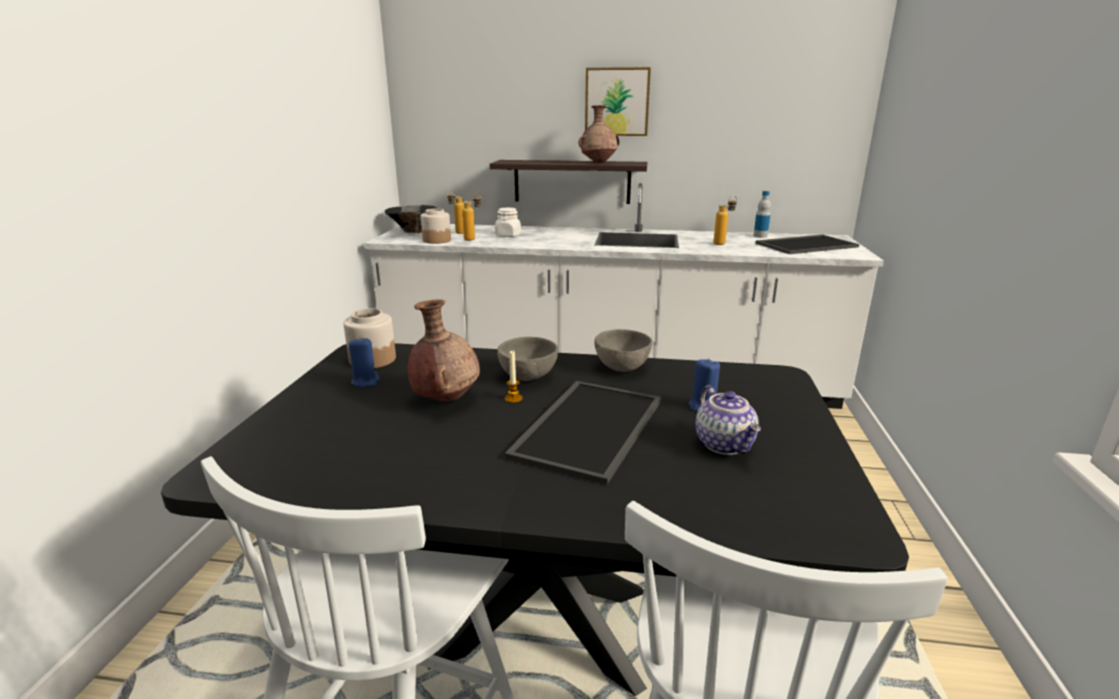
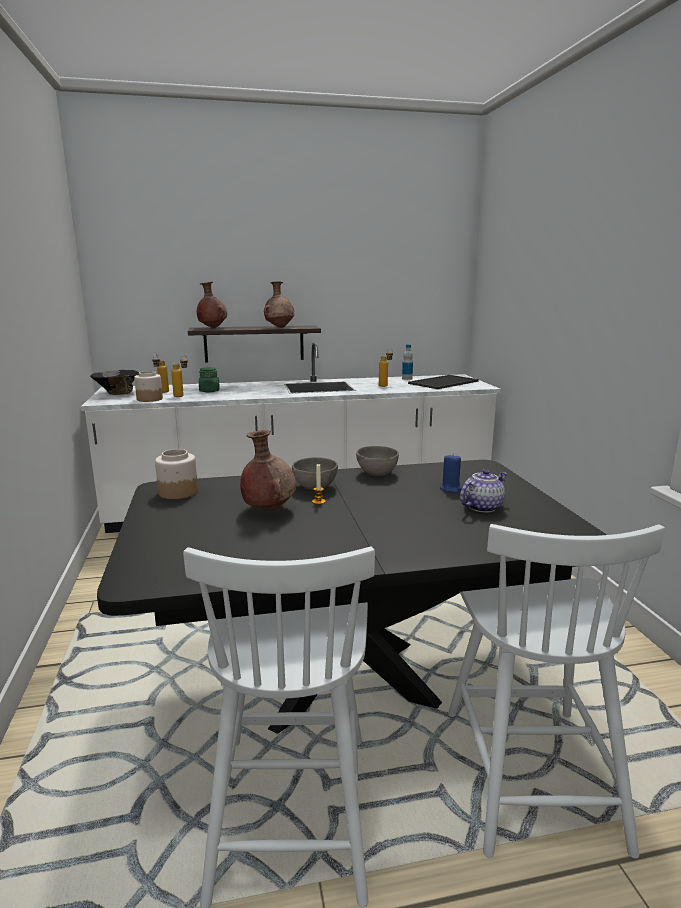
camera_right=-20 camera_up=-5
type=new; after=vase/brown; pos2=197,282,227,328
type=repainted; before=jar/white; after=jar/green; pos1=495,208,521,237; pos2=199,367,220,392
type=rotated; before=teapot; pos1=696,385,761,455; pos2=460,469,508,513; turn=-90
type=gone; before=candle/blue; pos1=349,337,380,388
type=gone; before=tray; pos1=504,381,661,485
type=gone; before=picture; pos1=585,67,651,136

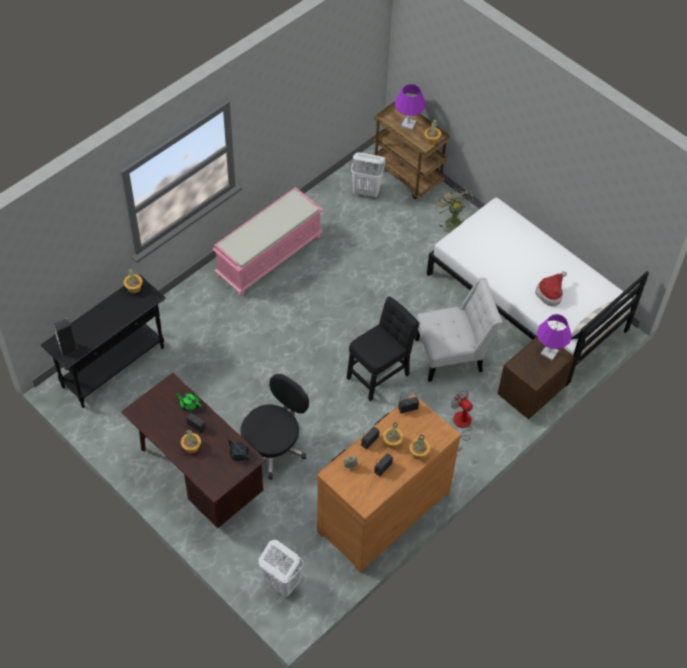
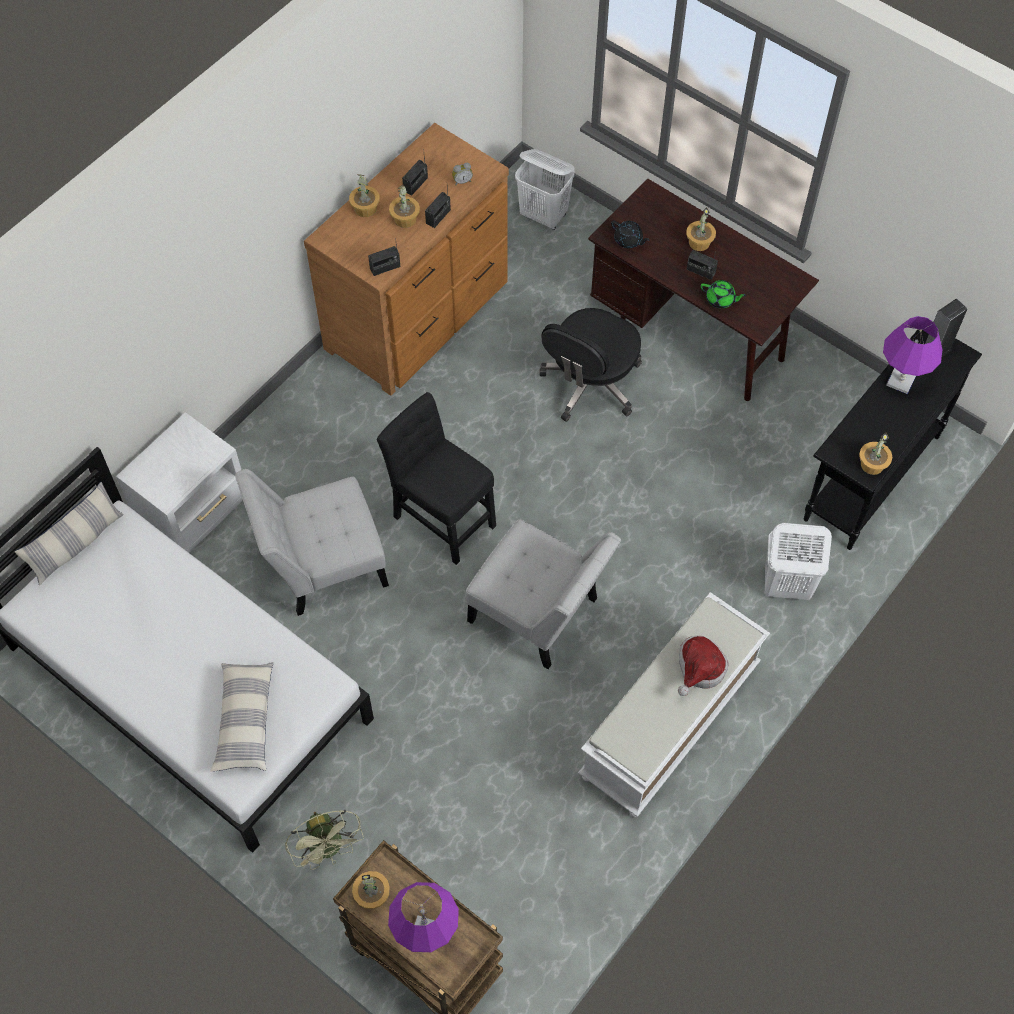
camera_right=175 camera_up=5
type=repainted; before=nightstand/brown; after=nightstand/white; pos1=498,336,574,420; pos2=116,412,243,553
type=new; after=pillow; pos2=211,662,274,772
type=rotated; before=chair/black; pos1=347,296,420,401; pos2=377,392,496,565; turn=90
type=new; after=chair/white; pos2=466,519,621,669
type=repainted; before=bench/pink; after=bench/white; pos1=212,187,323,296; pos2=578,592,770,817
type=shifted; before=hat; pos1=535,271,567,306; pos2=678,635,729,696
type=shifted; before=laundry basket/white; pos1=351,152,386,198; pos2=765,523,832,600
type=shifted; before=table lamp/purple; pos1=537,314,572,360; pos2=883,316,943,394
type=gone; before=fan; pos1=451,390,473,452

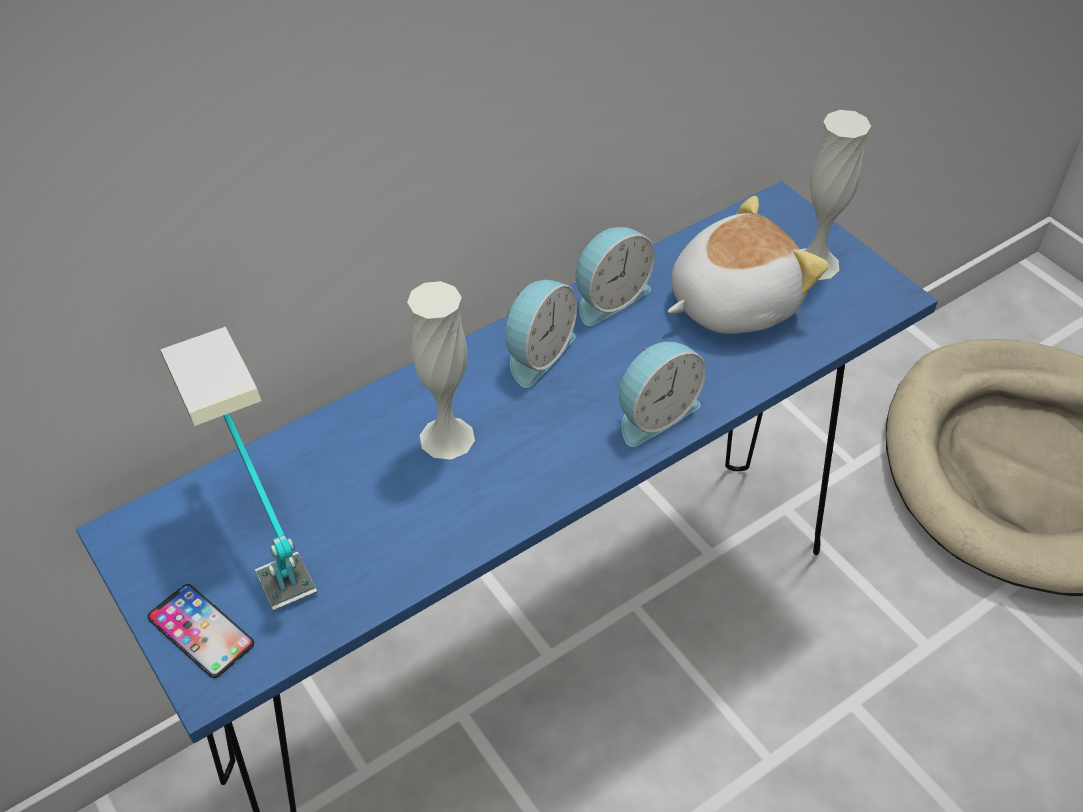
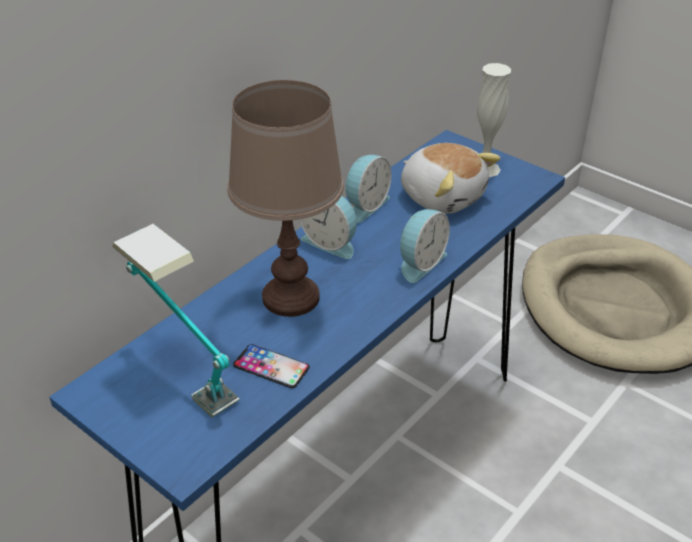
camera_right=-15 camera_up=-10
type=swapped; before=vase/white; after=table lamp/brown; pos1=407,281,475,459; pos2=227,80,344,317
type=shifted; before=phone; pos1=148,584,254,678; pos2=233,344,310,388
type=rotated; before=alarm clock; pos1=505,280,577,388; pos2=300,196,357,259; turn=105
type=rotated; before=plush toy; pos1=668,196,828,334; pos2=401,143,500,214; turn=90

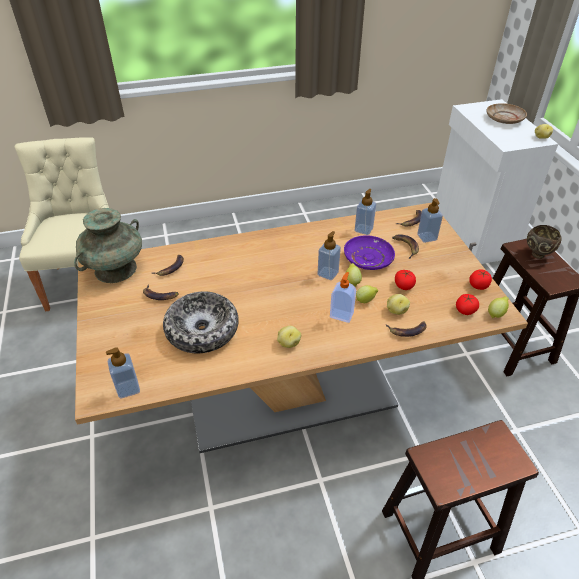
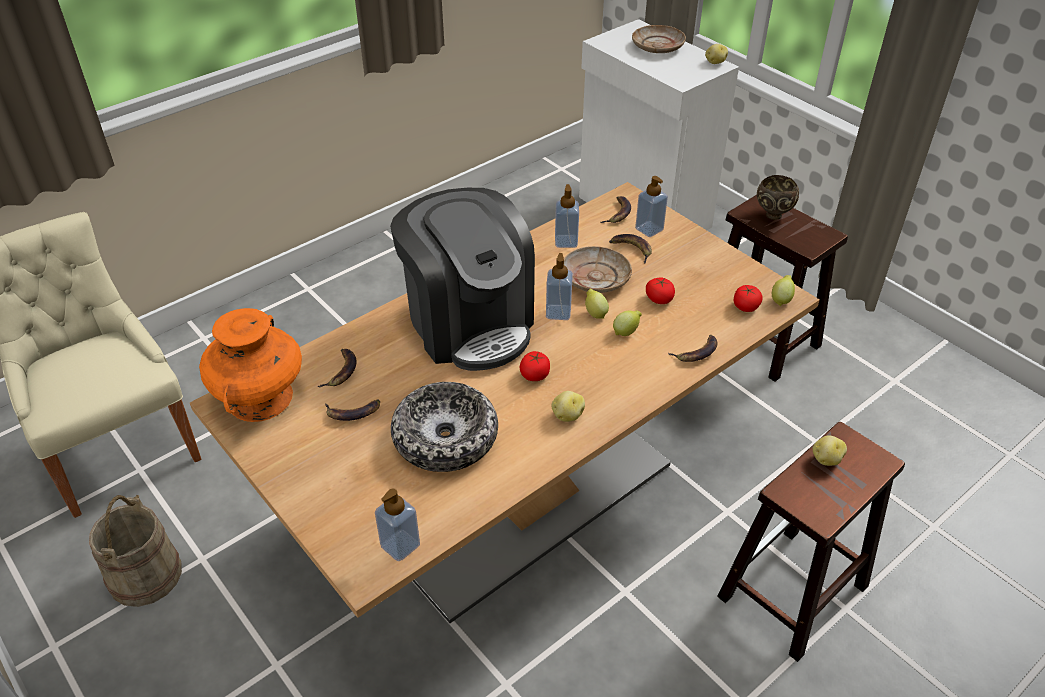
camera_right=-25 camera_up=0
type=new; after=bucket/beige; pos2=89,495,182,607
type=repainted; before=vase/turquoise; after=vase/orange; pos1=74,208,142,283; pos2=199,308,302,422
type=new; after=coffee machine; pos2=390,188,535,371
type=shifted; before=tomato; pos1=469,269,492,290; pos2=520,351,550,381
type=repainted; before=plate/purple; after=plate/beige; pos1=344,235,395,270; pos2=564,246,632,293
type=shifted; before=potato; pos1=387,294,410,315; pos2=813,435,847,466
type=gone; before=soap dispenser; pos1=330,272,356,323

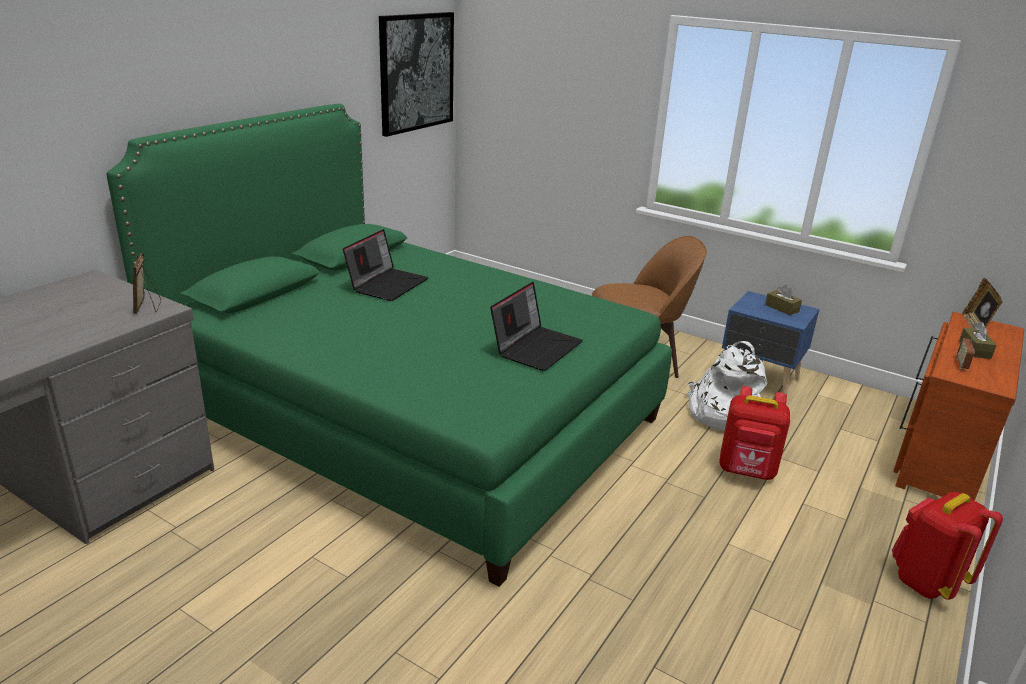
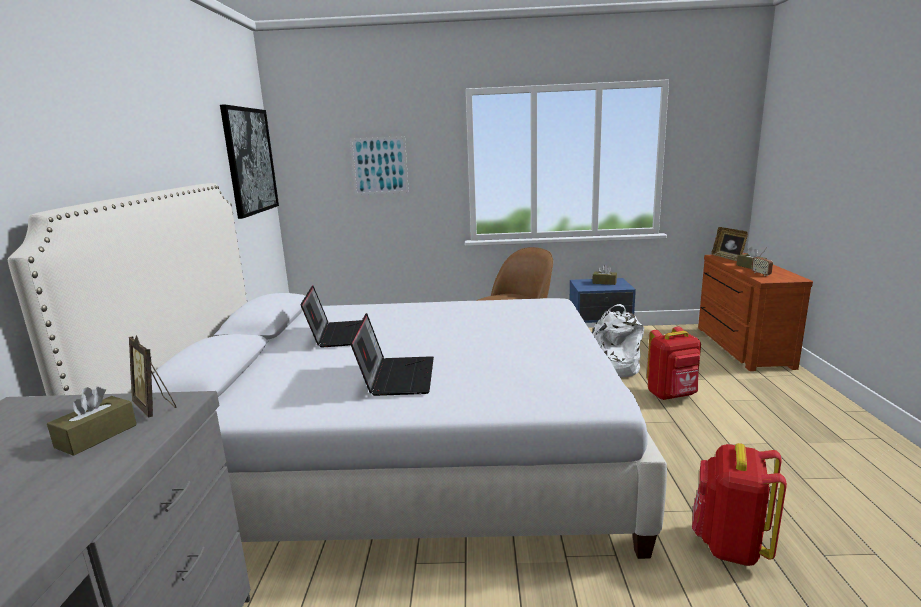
camera_right=-30 camera_up=-10
type=repainted; before=bed/green; after=bed/white; pos1=106,104,672,587; pos2=8,183,667,559
type=new; after=tissue box/brown; pos2=47,387,137,456
type=new; after=picture; pos2=350,136,409,195
type=shifted; before=laptop; pos1=490,282,583,371; pos2=350,313,434,396
type=shifted; before=backpack/red; pos1=892,492,1003,600; pos2=692,443,787,566

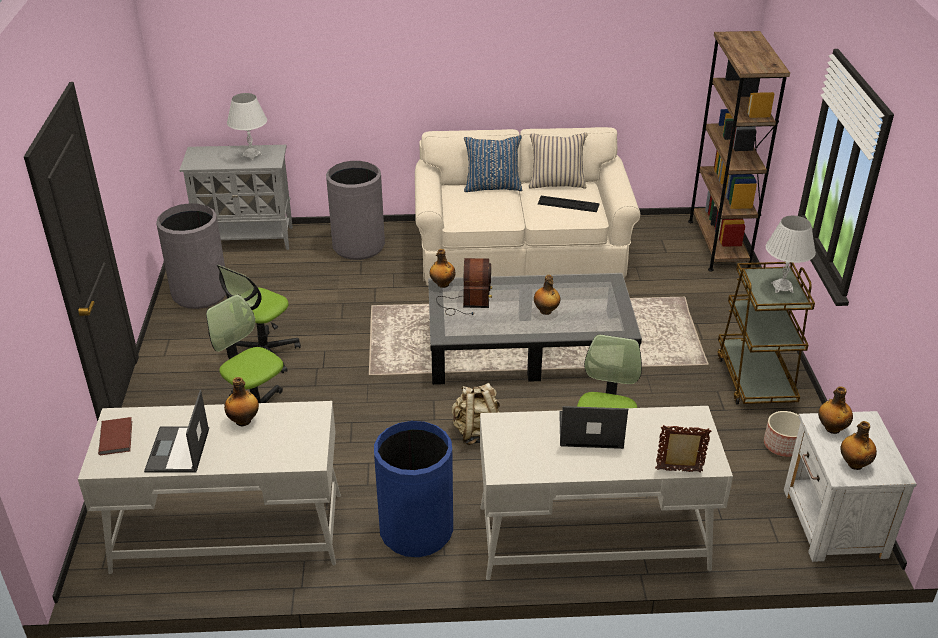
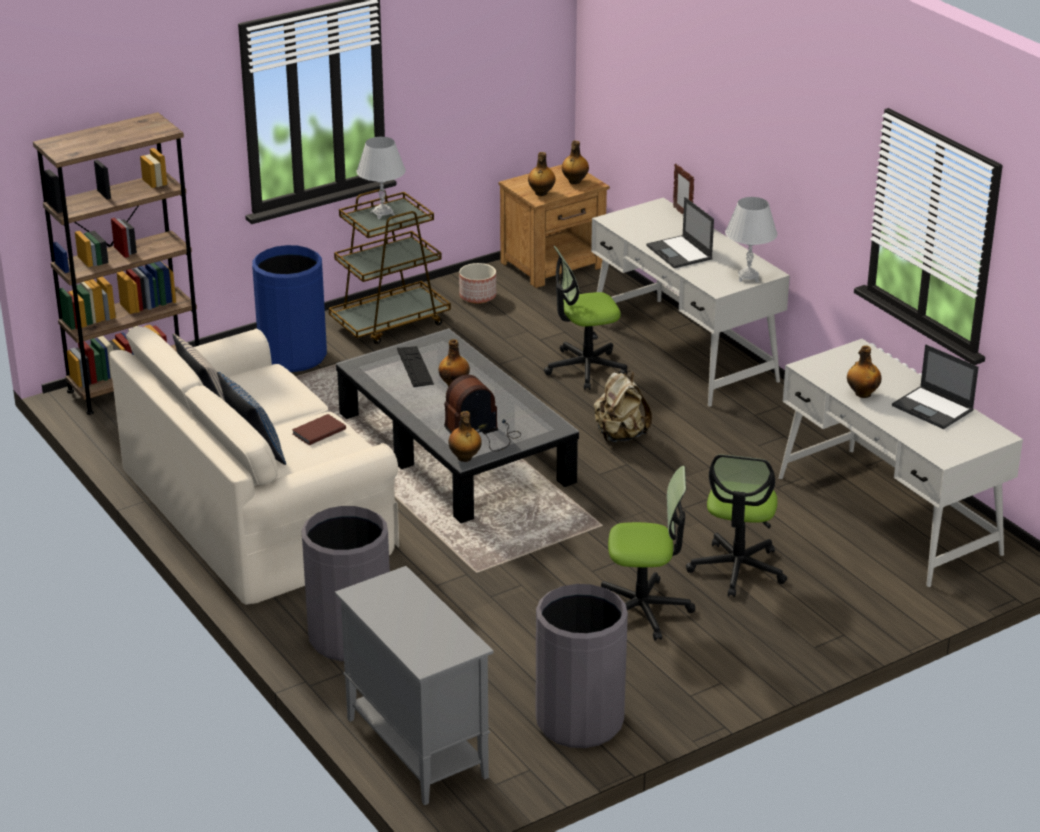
camera_right=-120 camera_up=-5
type=shifted; before=trash can/blue; pos1=374,421,453,557; pos2=252,245,327,372
type=shifted; before=book/brown; pos1=98,417,132,455; pos2=292,414,346,445
type=shifted; before=keyboard; pos1=538,196,600,212; pos2=397,346,434,387
type=repainted; before=nightstand/white; after=nightstand/brown; pos1=784,411,917,562; pos2=498,165,610,288
type=shifted; before=table lamp/white; pos1=227,93,267,161; pos2=725,197,777,282
type=rotated; before=laptop; pos1=144,390,209,473; pos2=892,344,979,429; turn=75

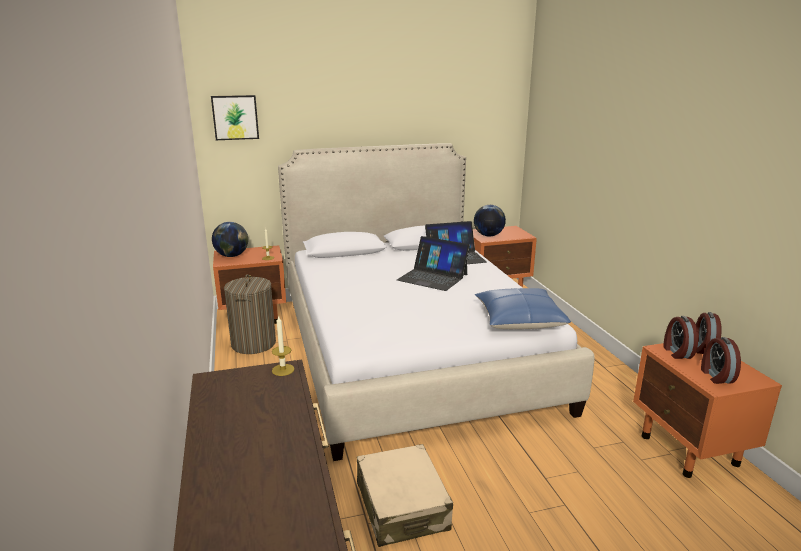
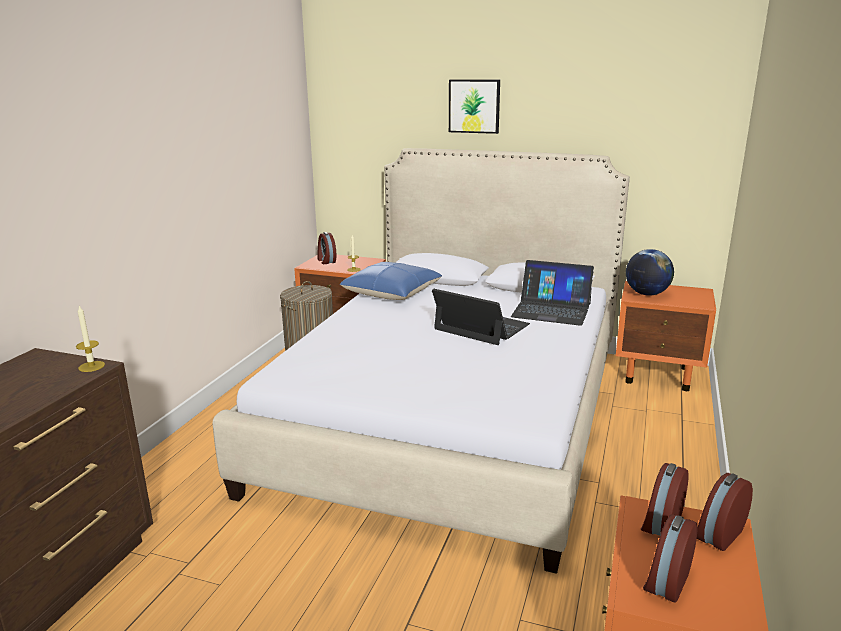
camera_right=35 camera_up=0
type=swapped; before=globe; after=alarm clock; pos1=212,222,248,257; pos2=317,232,336,264
type=shifted; before=pillow/blue; pos1=474,288,571,329; pos2=340,262,442,300
type=rotated; before=laptop; pos1=397,236,470,291; pos2=432,289,530,345; turn=150
type=shifted; before=picture; pos1=211,95,259,140; pos2=449,79,500,134
type=gone; before=suitcase/beige; pos1=357,444,453,547

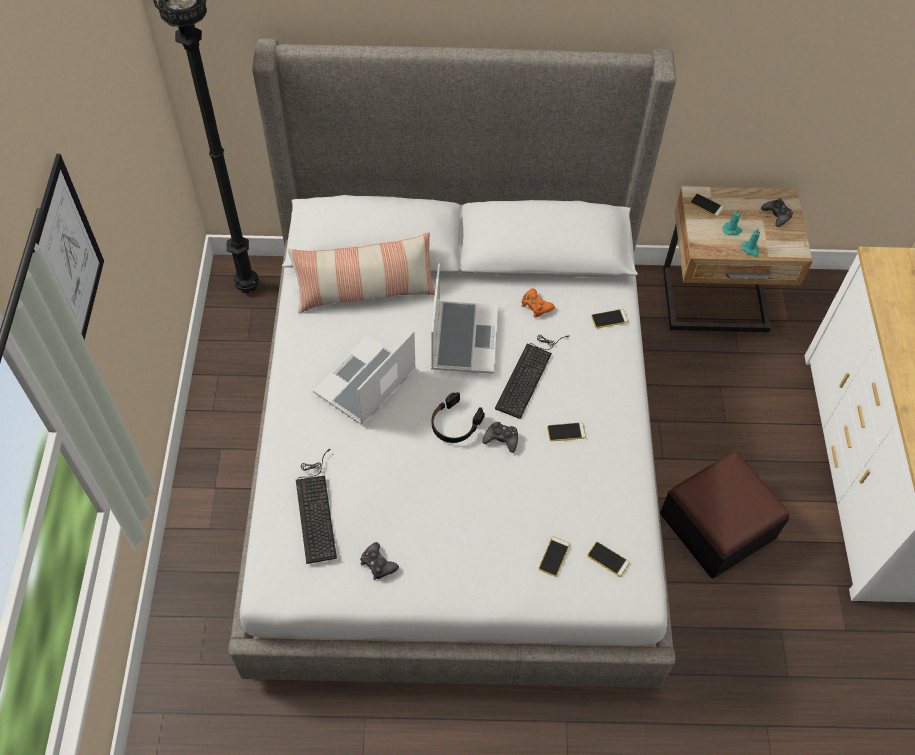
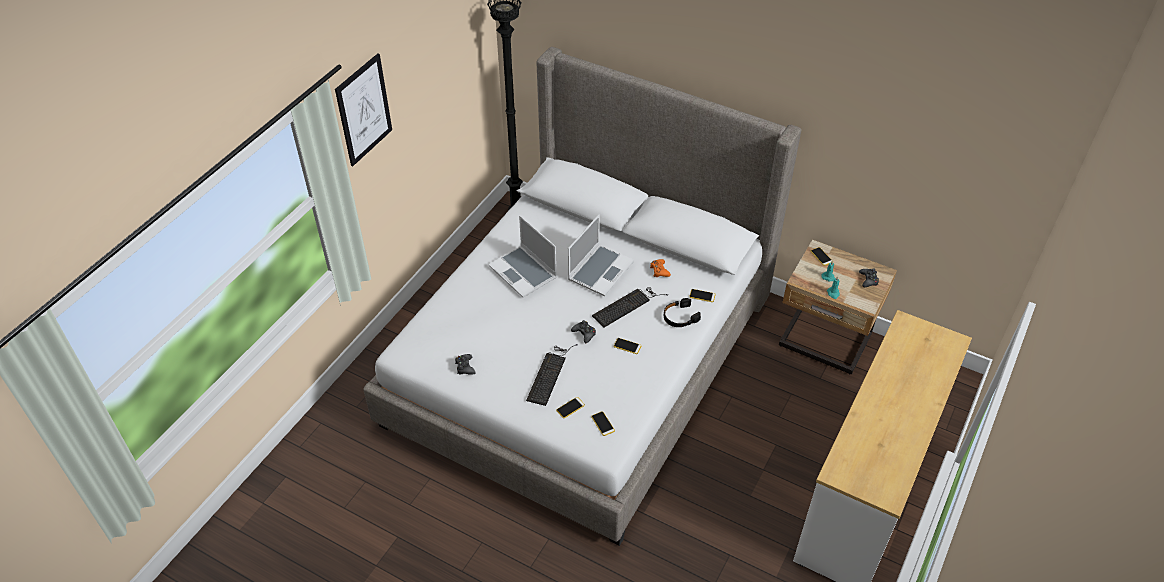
camera_right=30 camera_up=-10
type=rotated; before=laptop; pos1=313,330,416,426; pos2=488,215,557,298; turn=-105
type=shifted; before=keyboard; pos1=296,449,337,564; pos2=526,344,578,406
type=shifted; before=headphones/black; pos1=432,392,485,443; pos2=664,298,701,327
type=gone; before=pillow; pos1=288,232,435,314
type=gone; before=ottoman; pos1=660,451,789,579

